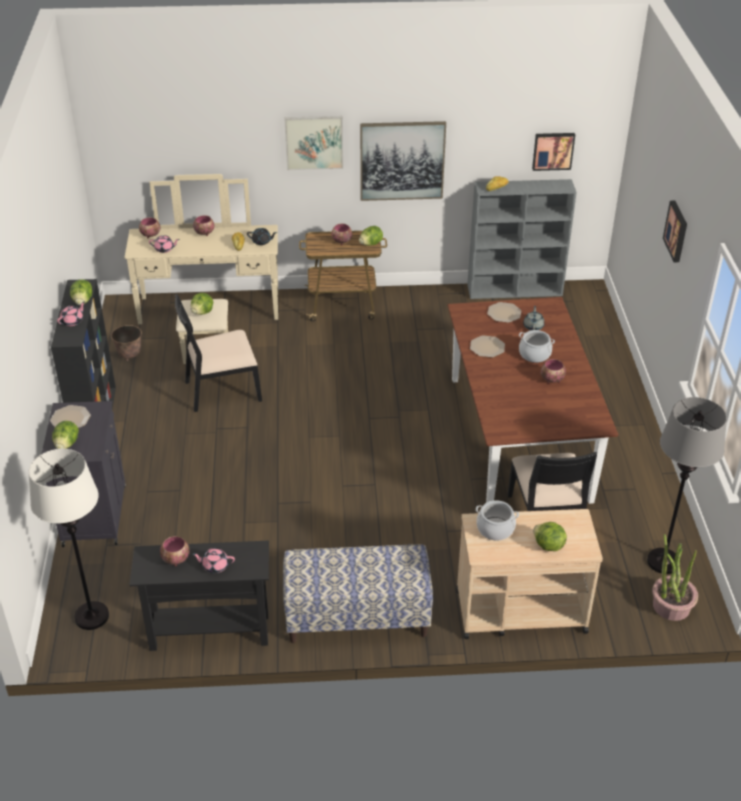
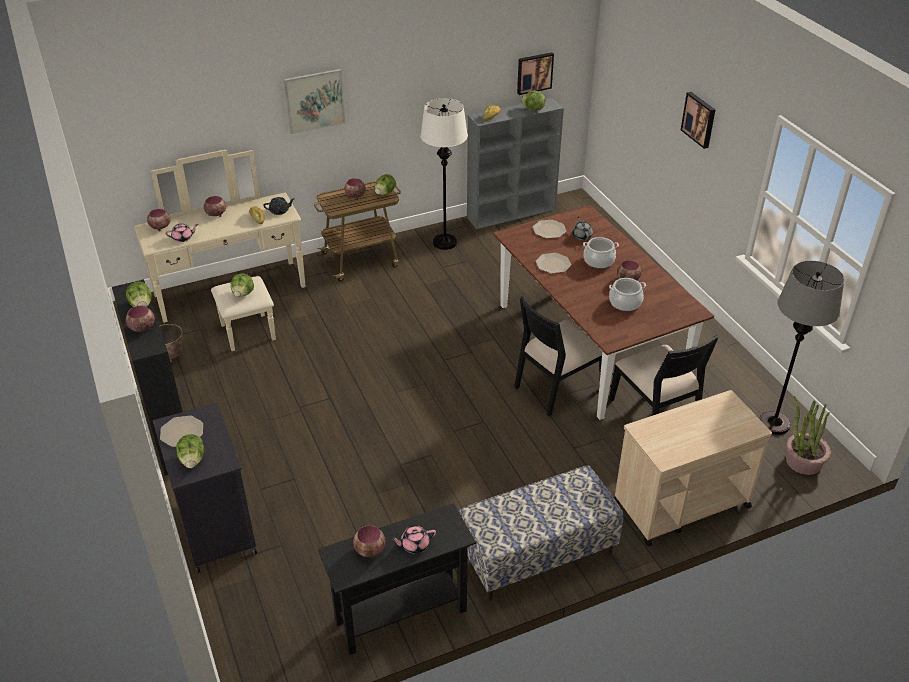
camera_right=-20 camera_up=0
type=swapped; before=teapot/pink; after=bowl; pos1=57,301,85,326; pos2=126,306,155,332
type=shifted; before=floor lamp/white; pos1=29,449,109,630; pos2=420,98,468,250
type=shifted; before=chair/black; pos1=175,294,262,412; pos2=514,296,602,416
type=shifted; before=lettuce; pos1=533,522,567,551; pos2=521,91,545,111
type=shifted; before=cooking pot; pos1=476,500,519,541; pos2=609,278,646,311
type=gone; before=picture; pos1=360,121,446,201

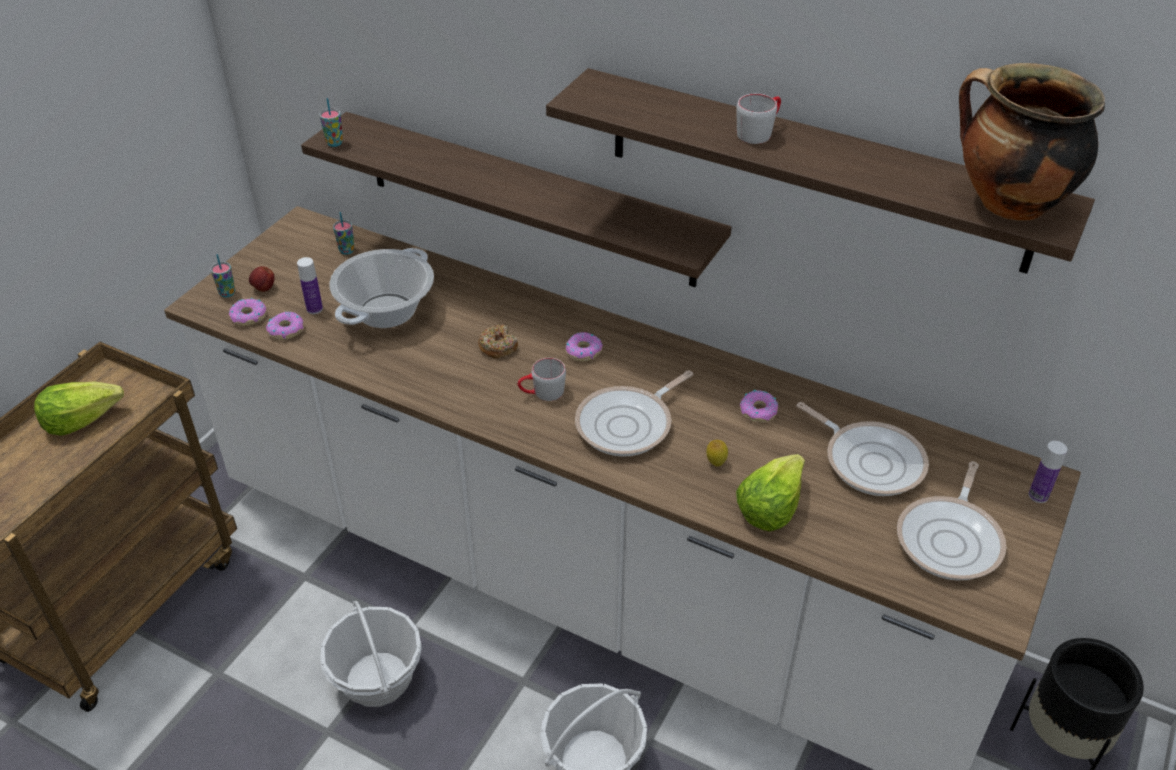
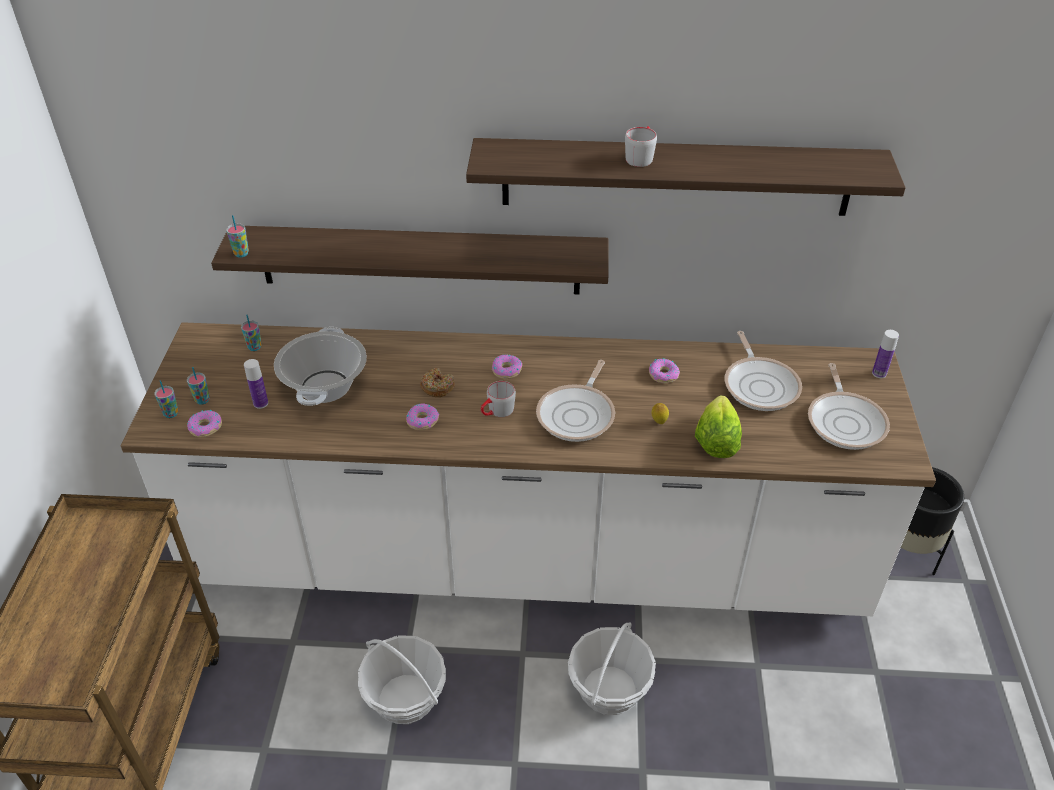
camera_right=-25 camera_up=0
type=swapped; before=apple; after=cup; pos1=249,266,275,292; pos2=187,367,210,405
type=shifted; before=donut; pos1=266,311,304,340; pos2=406,403,439,430
type=rotated; before=frying pan; pos1=797,402,929,496; pos2=725,331,802,411; turn=60
type=gone; before=lettuce; pos1=34,381,124,436
type=gone; before=cooking pot; pos1=959,63,1105,221

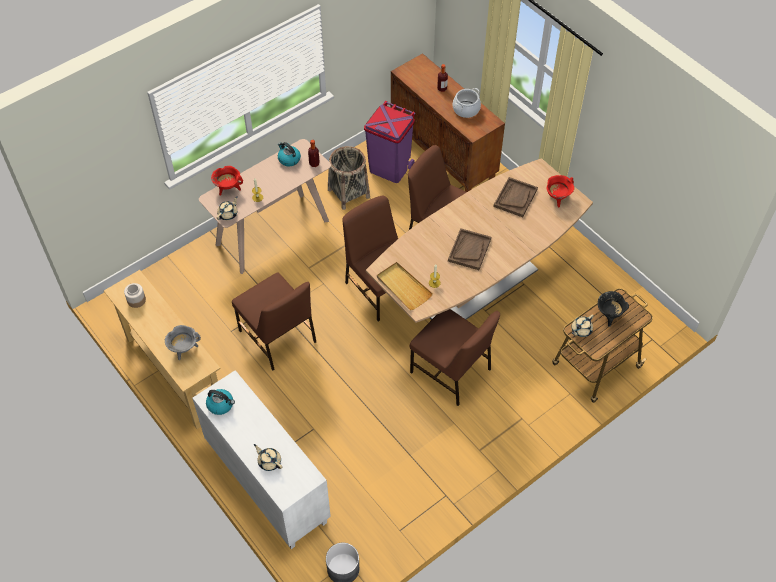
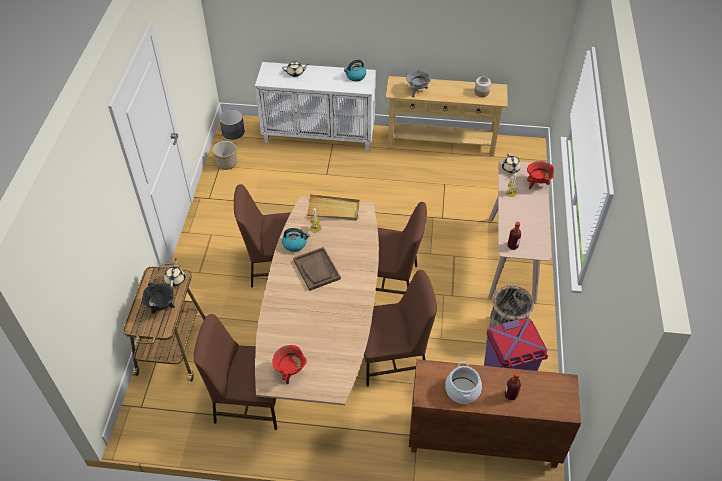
camera_right=135 camera_up=-5
type=shifted; before=chair/brown; pos1=232,272,316,370; pos2=194,314,277,430
type=new; after=planter; pos2=212,141,237,170
type=shifted; before=kettle; pos1=278,142,301,166; pos2=282,228,310,252
type=gone; before=tray/brown; pos1=493,177,538,217

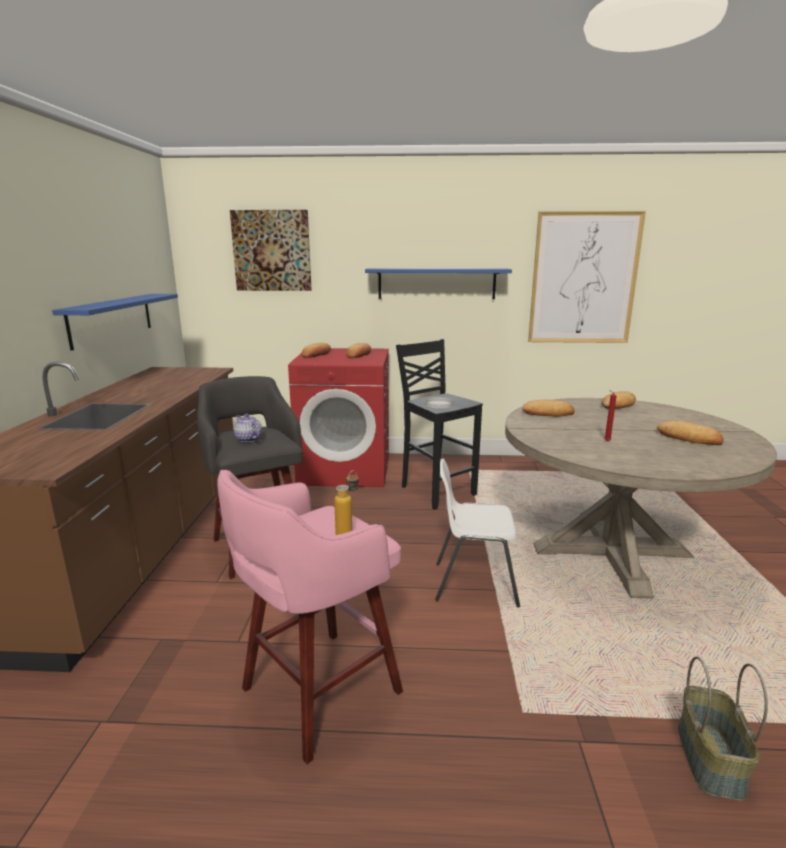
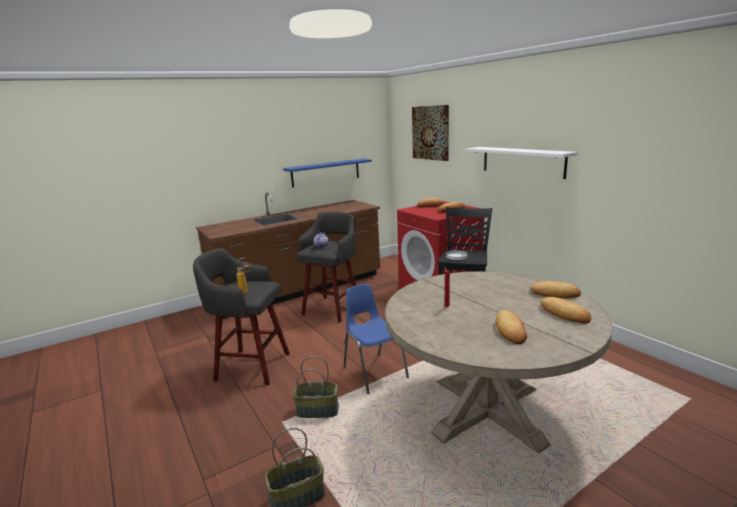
camera_right=55 camera_up=0
type=repainted; before=stool/pink; after=stool/grey; pos1=217,470,403,764; pos2=193,248,290,385
type=new; after=basket; pos2=293,356,339,418
type=repainted; before=chair/white; after=chair/blue; pos1=435,459,520,608; pos2=343,284,409,394
type=repainted; before=shelf/blue; after=shelf/white; pos1=365,268,512,299; pos2=465,147,578,179
type=shifted; before=bread; pos1=522,400,575,417; pos2=540,297,591,324
type=gone; before=picture; pos1=528,211,646,343

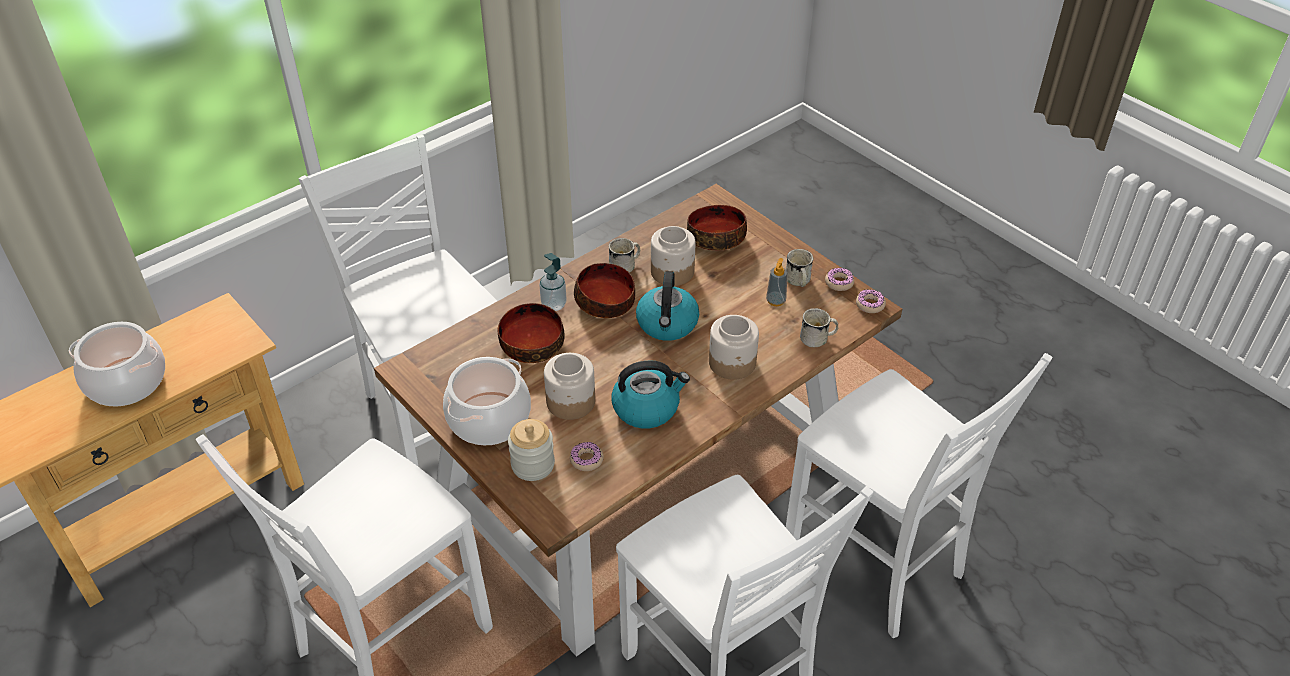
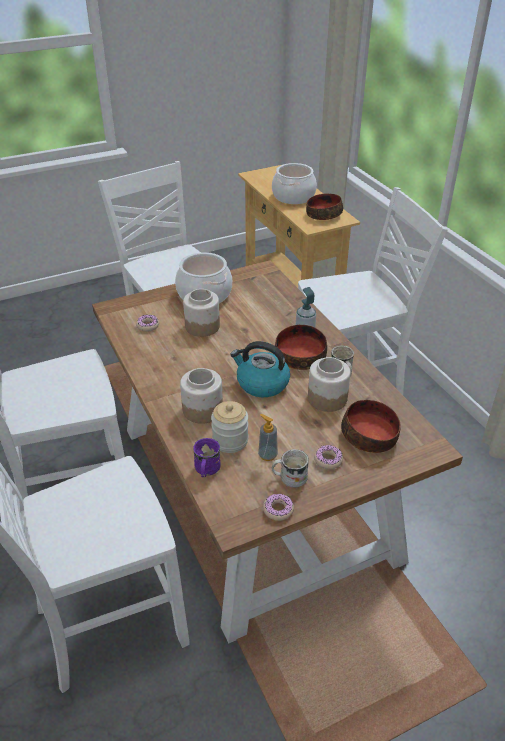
camera_right=105 camera_up=-5
type=repainted; before=mug/white; after=mug/purple; pos1=800,308,838,347; pos2=193,438,221,478
type=shifted; before=jar; pos1=508,419,555,481; pos2=211,401,248,453
type=shifted; before=bowl; pos1=498,303,565,363; pos2=306,193,343,220
type=shifted; before=donut; pos1=856,289,886,313; pos2=314,445,343,470
type=gone; before=kettle; pos1=612,360,690,429

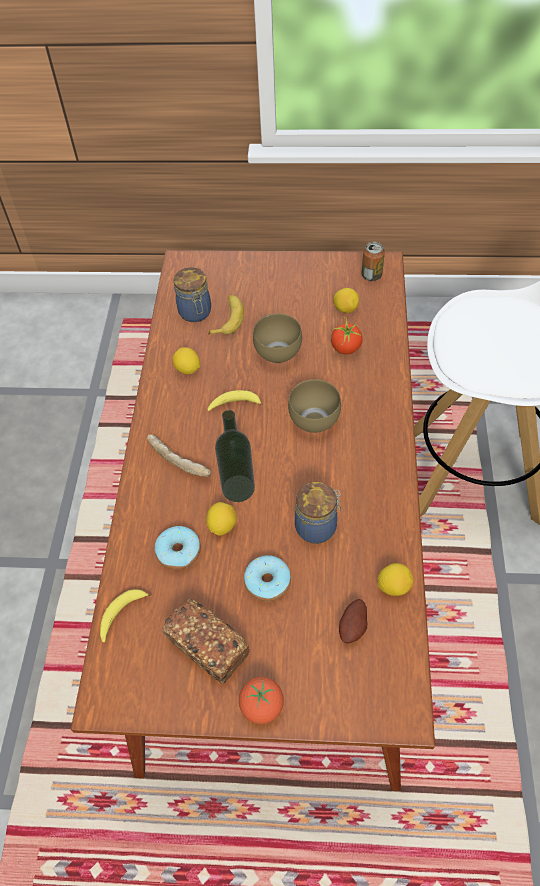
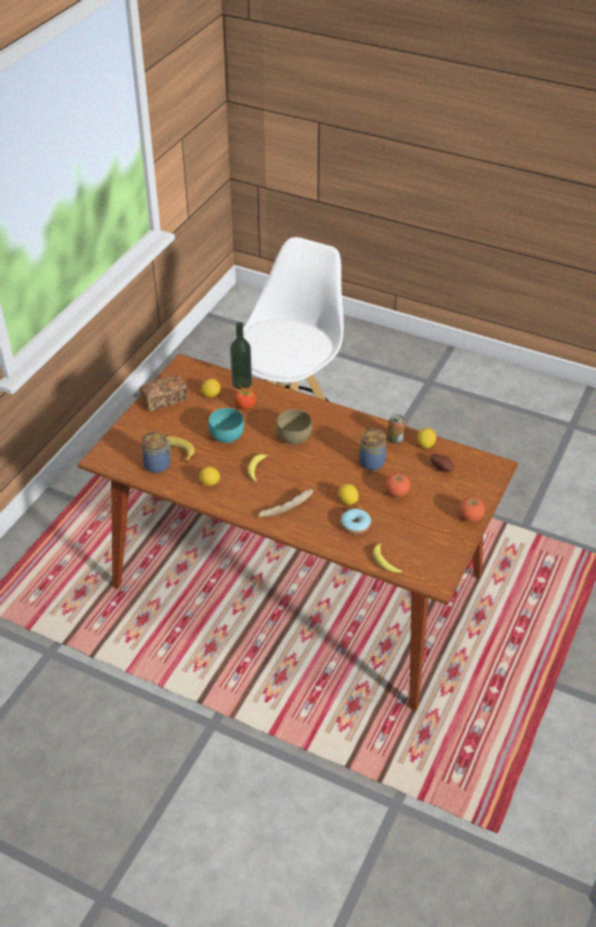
camera_right=-70 camera_up=-10
type=shifted; before=bread; pos1=162,599,250,684; pos2=140,375,188,411
type=repainted; before=bowl/brown; after=bowl/turquoise; pos1=253,313,302,363; pos2=208,408,244,443
type=shifted; before=bottle; pos1=215,410,255,502; pos2=230,322,252,389
type=swapped; before=donut; after=tomato; pos1=244,555,291,601; pos2=385,472,411,497
type=shifted; before=can; pos1=361,242,385,281; pos2=387,414,405,444

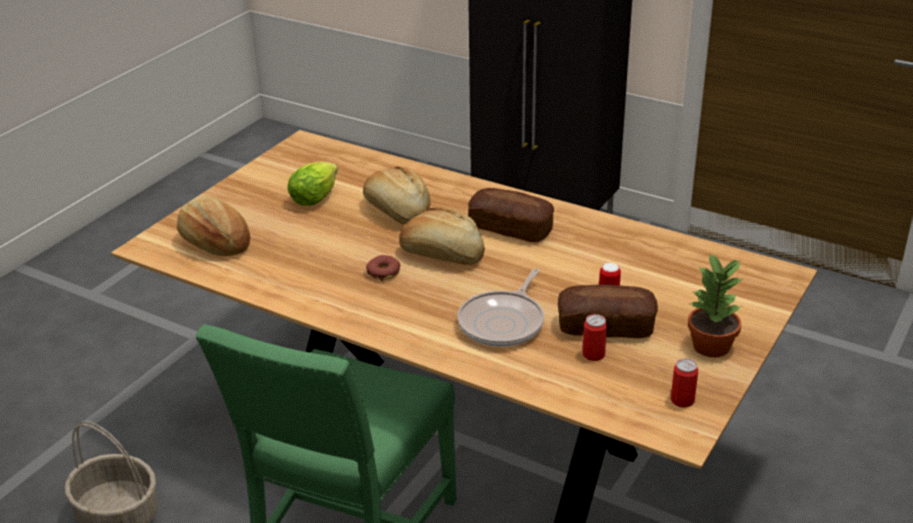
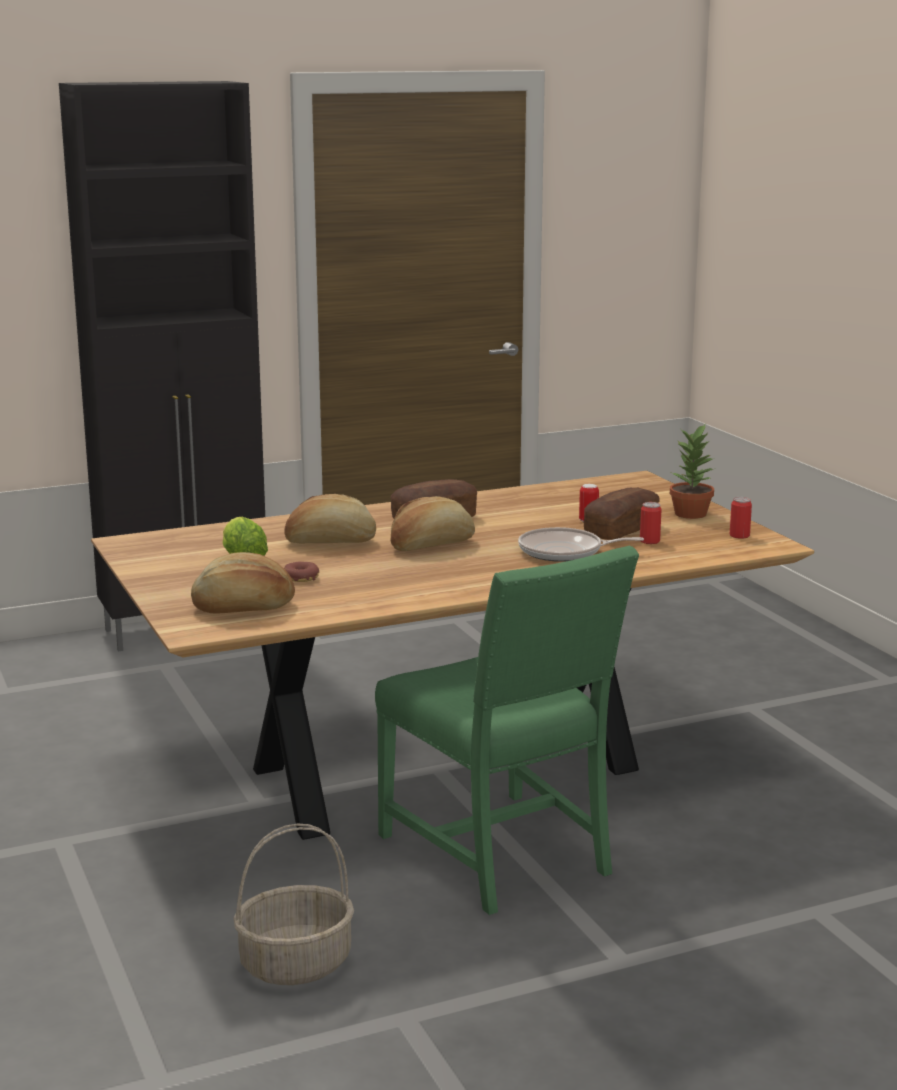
camera_right=-55 camera_up=-15
type=shifted; before=donut; pos1=366,255,400,281; pos2=284,562,319,582
type=rotated; before=frying pan; pos1=457,269,544,347; pos2=518,527,644,562; turn=120

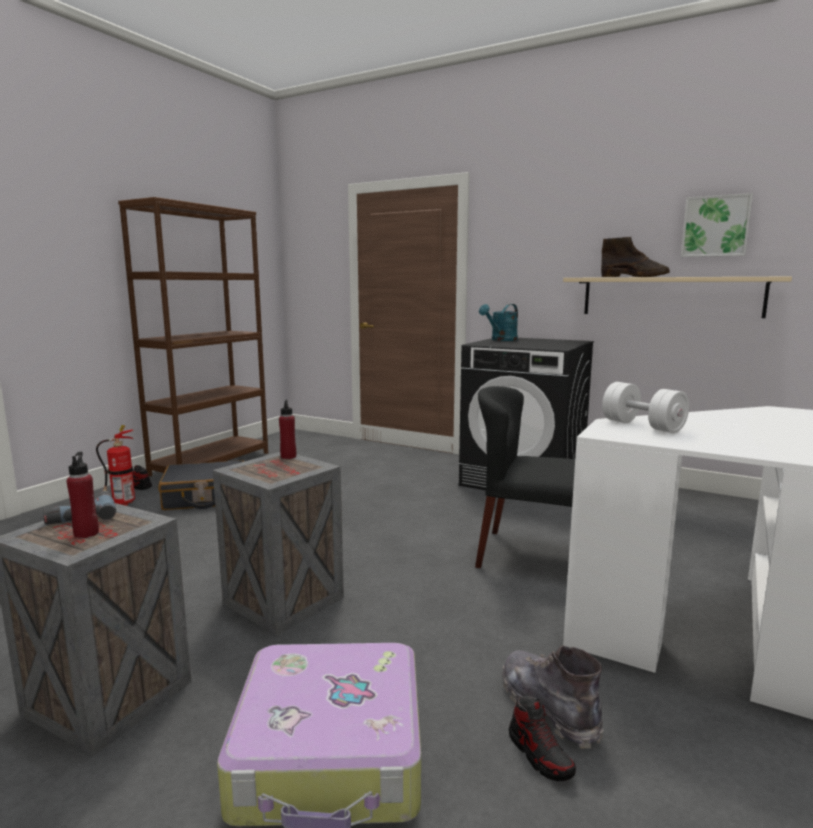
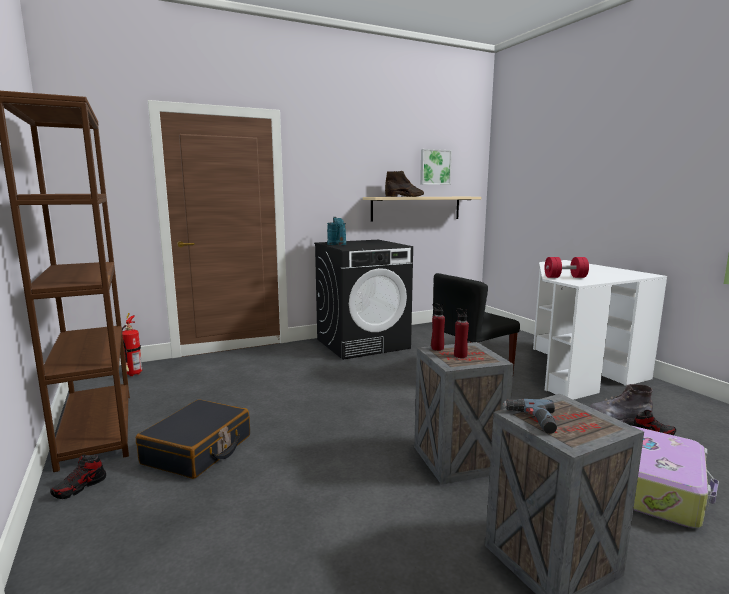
camera_right=-55 camera_up=0
type=shifted; before=fire extinguisher; pos1=96,425,135,506; pos2=122,313,142,376
type=shifted; before=bottle/red; pos1=67,452,99,538; pos2=454,308,469,358
type=repainted; before=dumbbell/white; after=dumbbell/red; pos1=602,382,689,433; pos2=544,257,589,278

